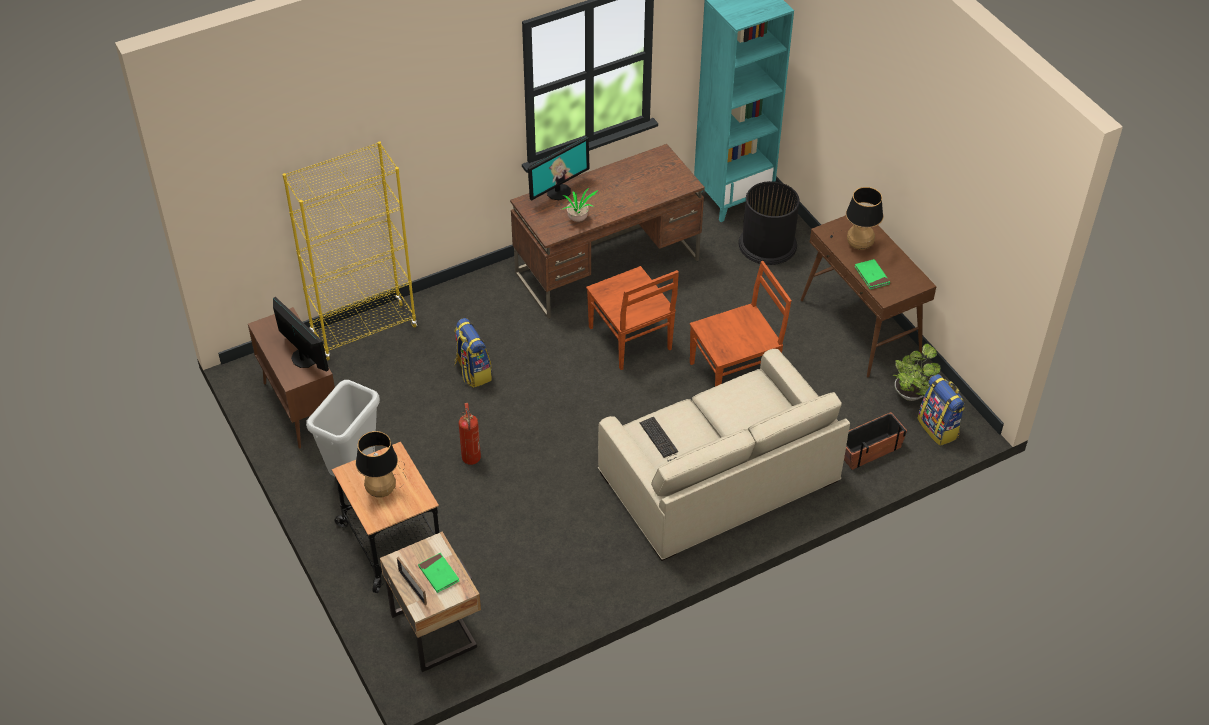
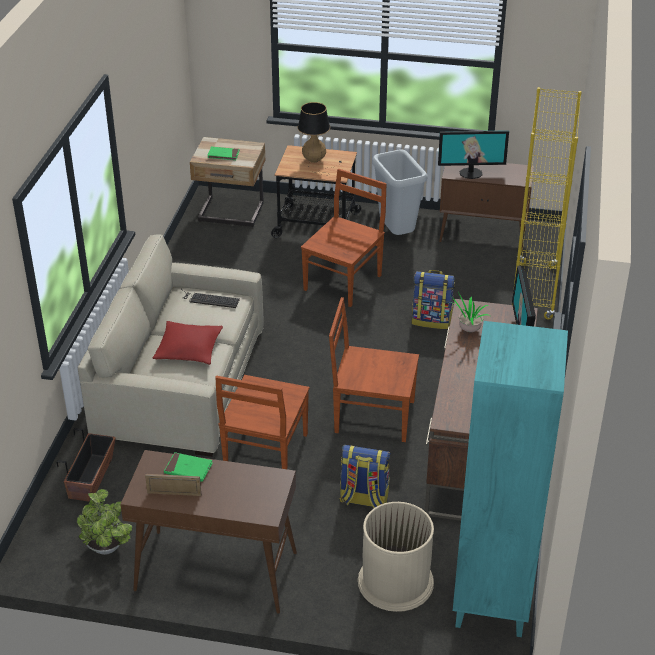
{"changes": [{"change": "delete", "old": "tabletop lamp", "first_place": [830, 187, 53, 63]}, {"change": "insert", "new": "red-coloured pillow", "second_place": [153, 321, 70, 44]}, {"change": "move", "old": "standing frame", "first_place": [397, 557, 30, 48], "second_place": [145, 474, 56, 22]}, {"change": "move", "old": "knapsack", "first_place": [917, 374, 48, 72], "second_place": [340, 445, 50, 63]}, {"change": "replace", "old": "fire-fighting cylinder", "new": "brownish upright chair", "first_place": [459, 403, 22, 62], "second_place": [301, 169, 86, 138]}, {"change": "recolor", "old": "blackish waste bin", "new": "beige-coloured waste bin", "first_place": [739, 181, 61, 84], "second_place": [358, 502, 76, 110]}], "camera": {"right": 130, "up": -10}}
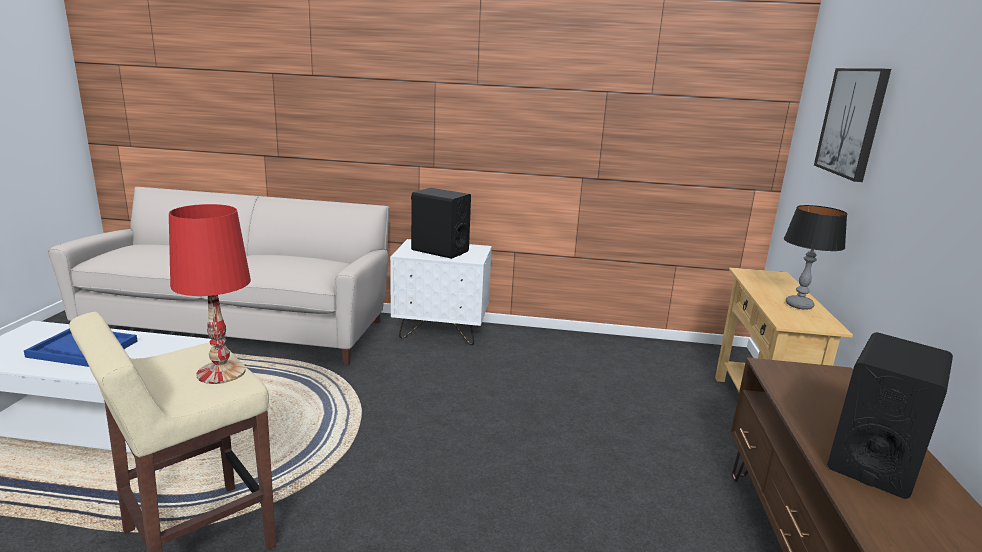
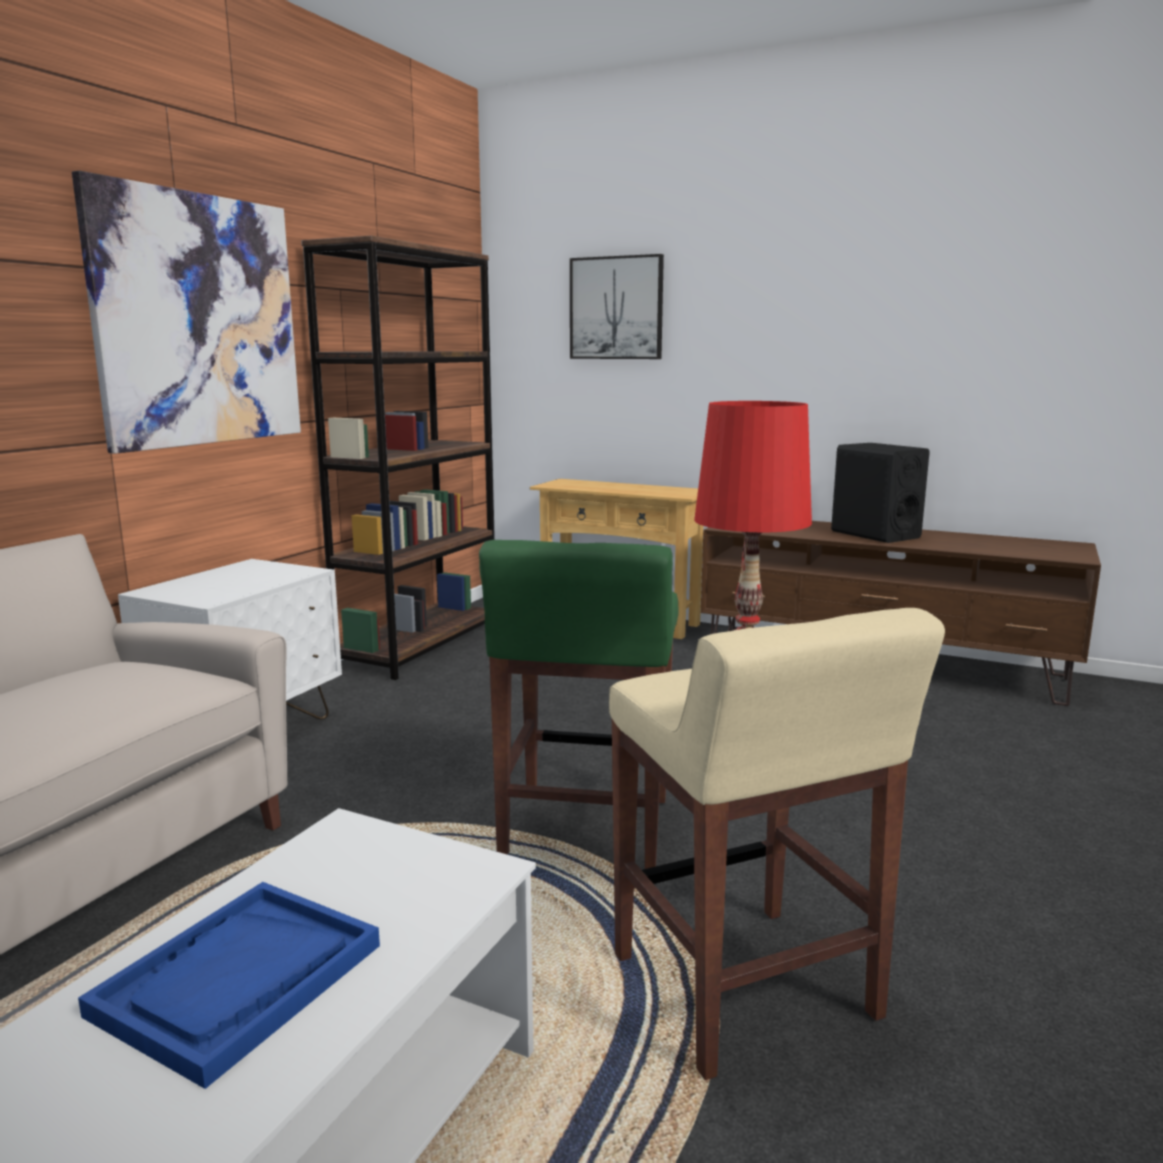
{"changes": [{"change": "delete", "old": "blackish speaker", "first_place": [411, 188, 60, 71]}, {"change": "delete", "old": "tabletop lamp", "first_place": [784, 205, 63, 105]}, {"change": "insert", "new": "wall art", "second_place": [72, 171, 229, 283]}, {"change": "insert", "new": "brownish bookshelf", "second_place": [301, 235, 194, 445]}, {"change": "insert", "new": "greenish stool", "second_place": [479, 540, 200, 329]}], "camera": {"right": -70, "up": -5}}
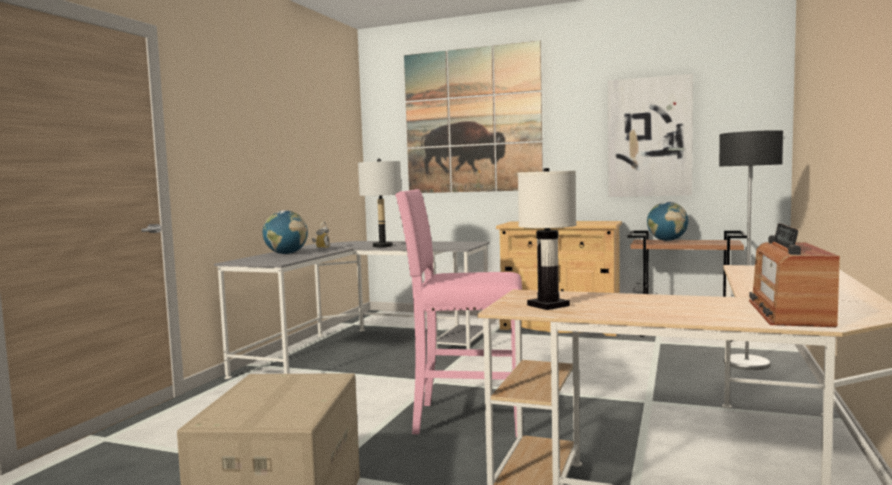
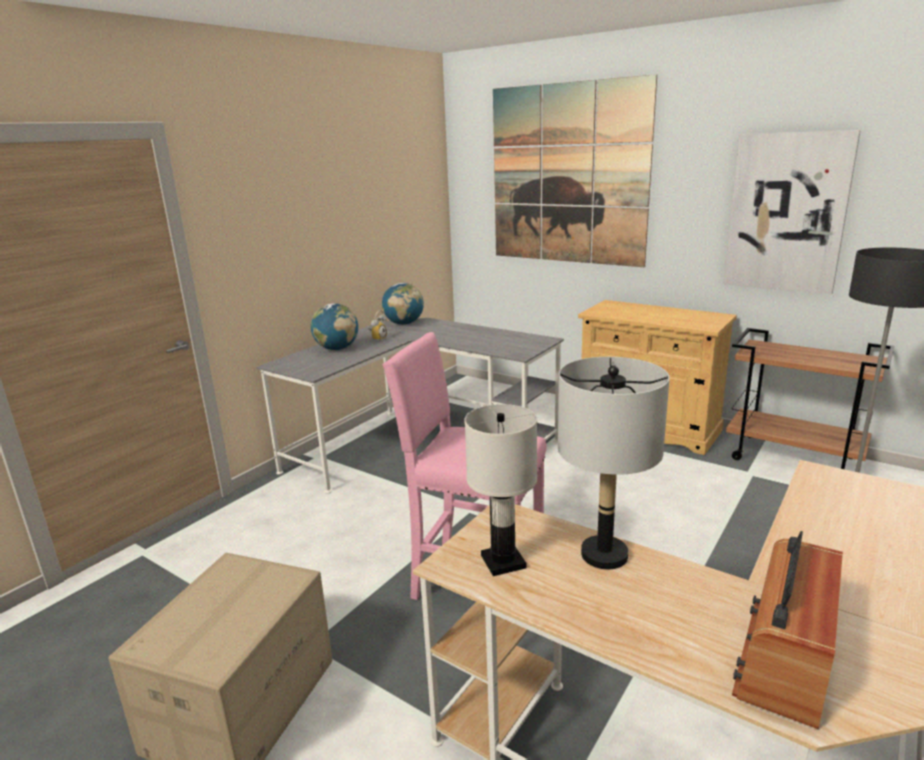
{"changes": [{"change": "move", "old": "gray tabletop lamp", "first_place": [358, 159, 43, 88], "second_place": [558, 357, 112, 212]}, {"change": "move", "old": "globe", "first_place": [647, 202, 42, 39], "second_place": [382, 283, 42, 42]}], "camera": {"right": 15, "up": 15}}
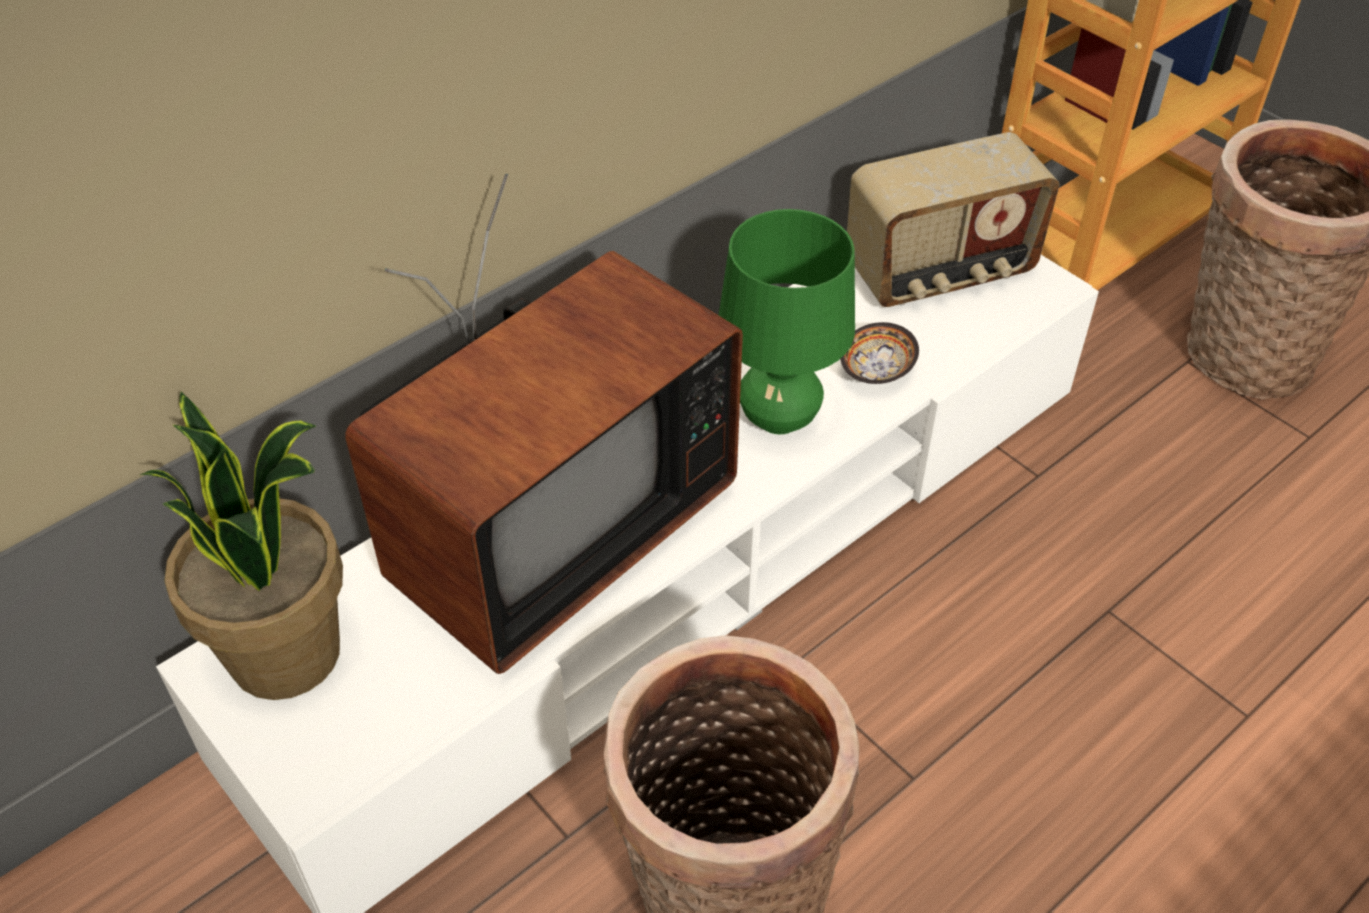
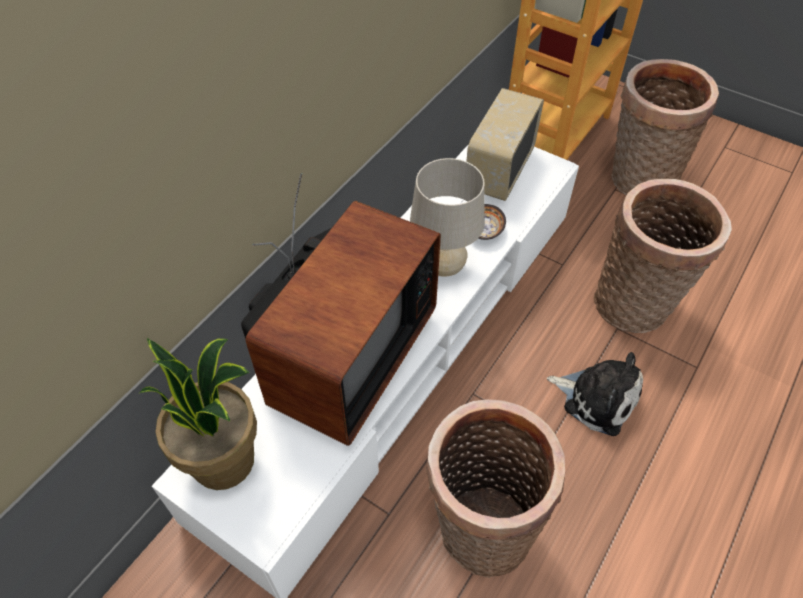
{"changes": [{"change": "insert", "new": "plush toy", "second_place": [547, 352, 96, 84]}, {"change": "insert", "new": "storage basket", "second_place": [594, 179, 138, 154]}, {"change": "recolor", "old": "greenish tabletop lamp", "new": "beige-coloured tabletop lamp", "first_place": [719, 209, 136, 225], "second_place": [410, 158, 75, 119]}, {"change": "rotate", "old": "radio receiver", "first_place": [847, 132, 212, 175], "second_place": [466, 88, 78, 113], "degrees": 150}], "camera": {"right": -15, "up": 5}}
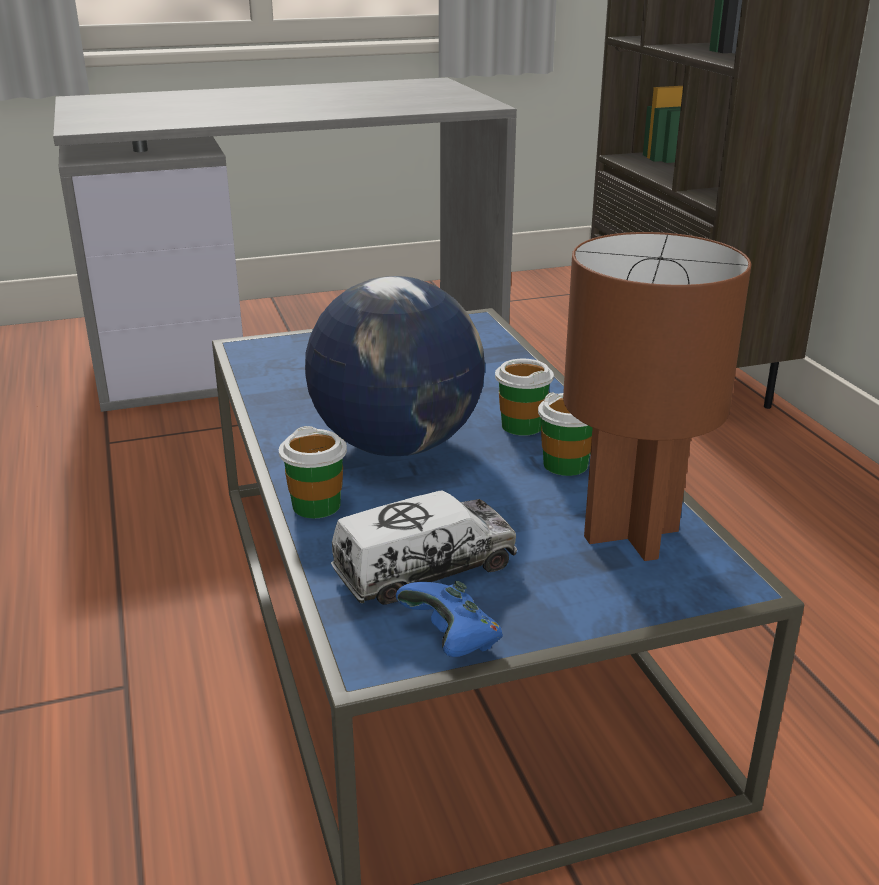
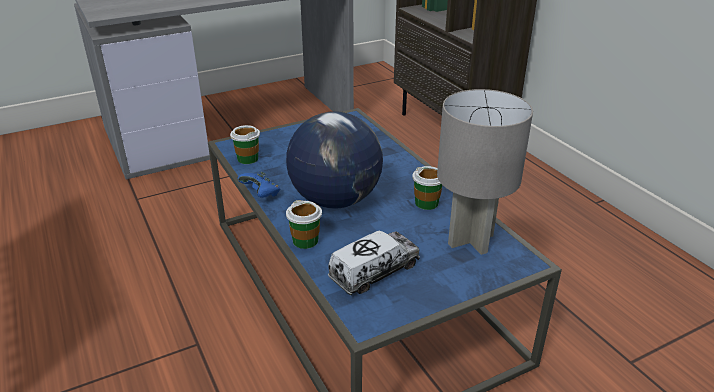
{"changes": [{"change": "move", "old": "bluish gamepad", "first_place": [396, 581, 107, 76], "second_place": [238, 172, 43, 26]}, {"change": "move", "old": "cup", "first_place": [495, 359, 59, 77], "second_place": [230, 125, 30, 39]}, {"change": "recolor", "old": "brownish tabletop lamp", "new": "gray tabletop lamp", "first_place": [563, 232, 189, 329], "second_place": [437, 89, 96, 166]}], "camera": {"right": -10, "up": 5}}
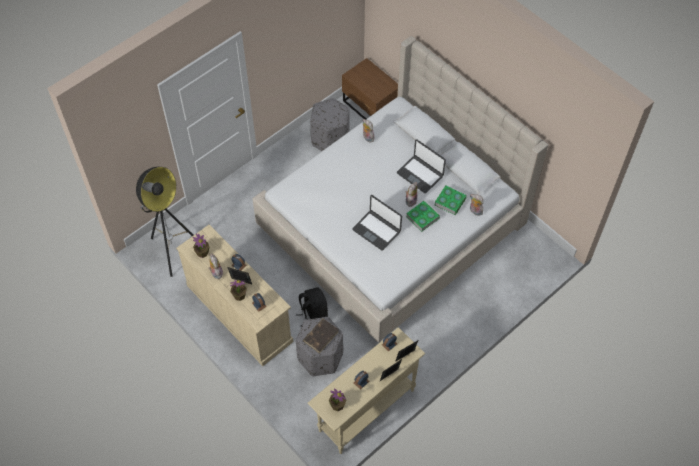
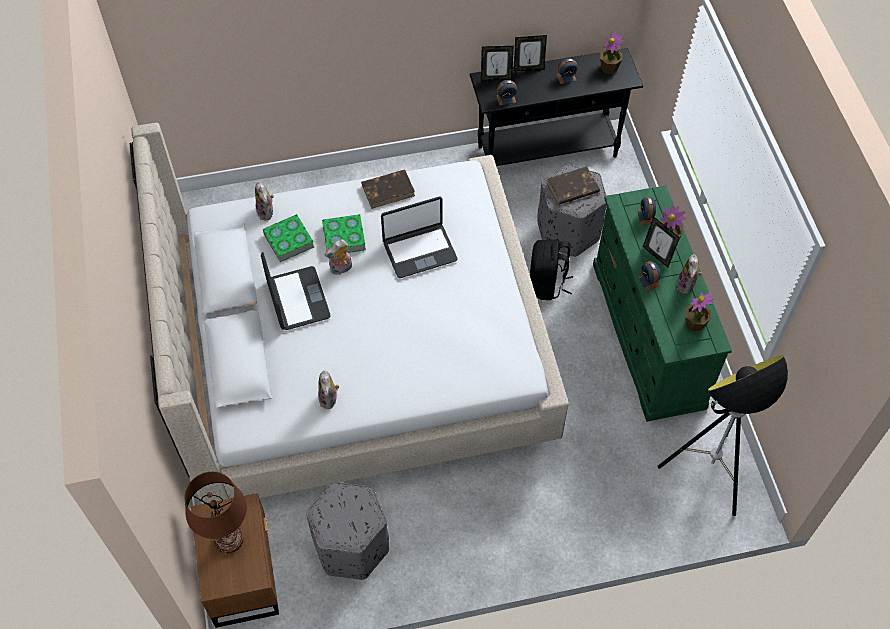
{"changes": [{"change": "insert", "new": "brownish tabletop lamp", "second_place": [184, 472, 63, 82]}, {"change": "insert", "new": "brownish bound book", "second_place": [361, 169, 54, 40]}, {"change": "recolor", "old": "beige-coloured chest of drawers", "new": "greenish chest of drawers", "first_place": [176, 225, 117, 141], "second_place": [593, 185, 139, 237]}, {"change": "recolor", "old": "beige-coloured hall table", "new": "blackish hall table", "first_place": [308, 327, 117, 127], "second_place": [470, 48, 173, 118]}, {"change": "rotate", "old": "notebook computer", "first_place": [352, 195, 50, 56], "second_place": [381, 197, 76, 81], "degrees": 90}], "camera": {"right": -150, "up": 0}}
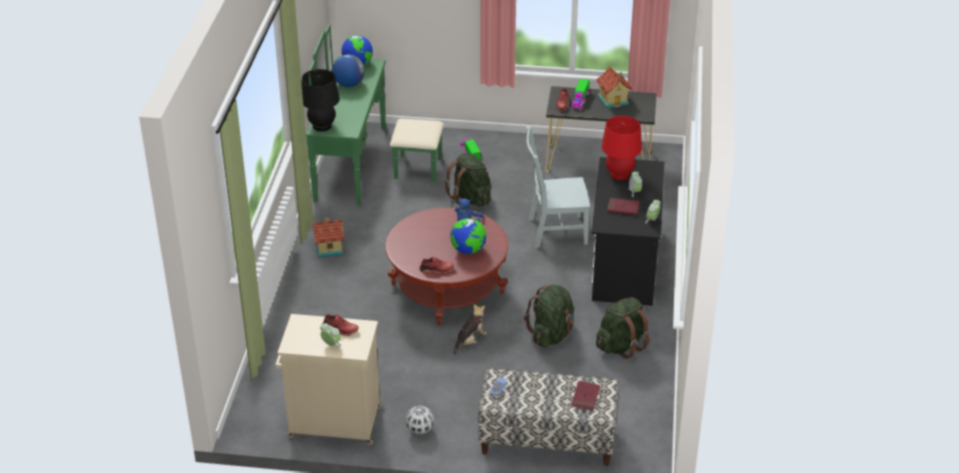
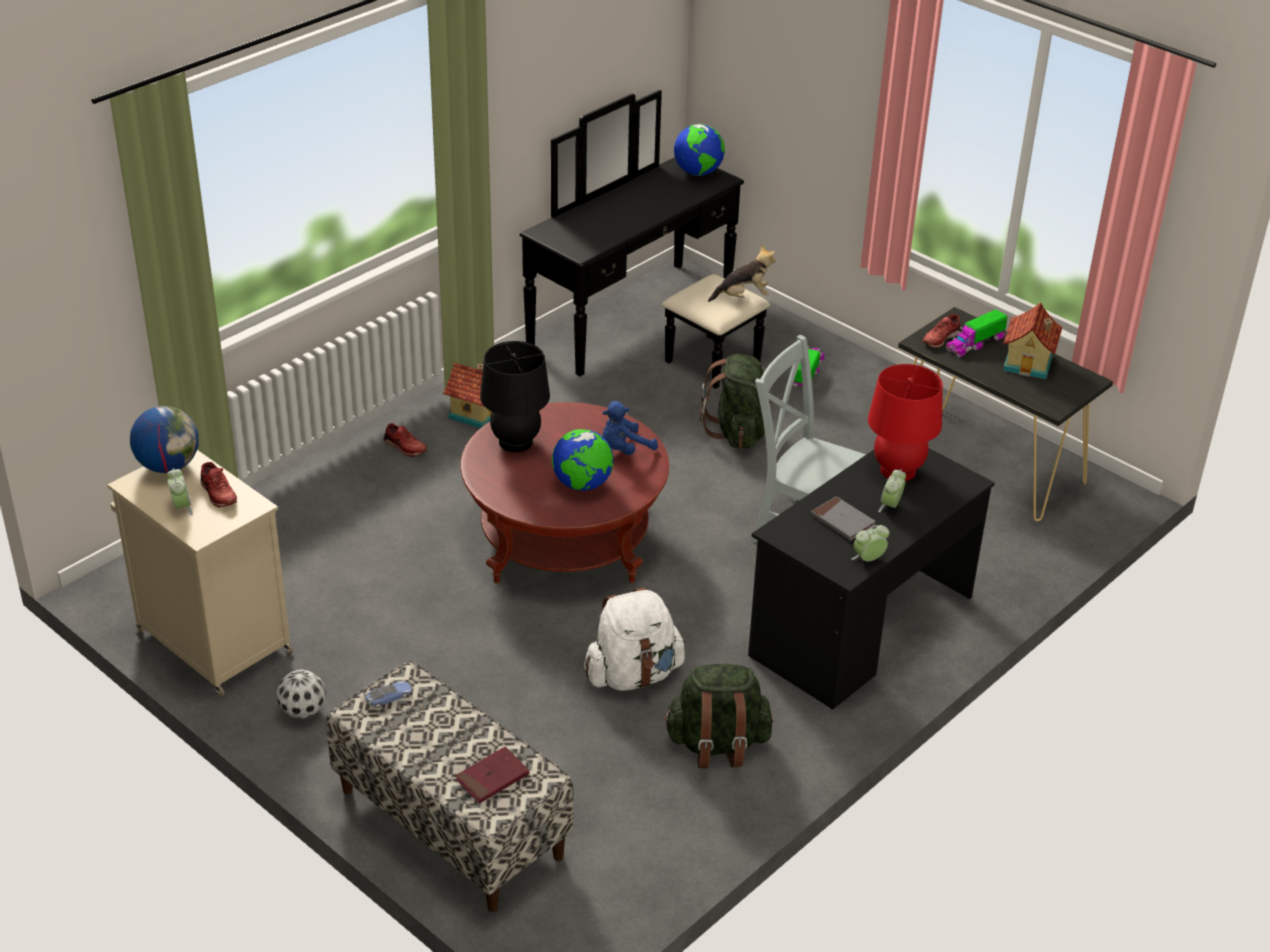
{"changes": [{"change": "move", "old": "blackish tabletop lamp", "first_place": [302, 69, 37, 62], "second_place": [480, 341, 70, 111]}, {"change": "move", "old": "globe", "first_place": [332, 55, 33, 32], "second_place": [130, 406, 69, 67]}, {"change": "move", "old": "red-coloured low shoe", "first_place": [420, 257, 34, 17], "second_place": [384, 423, 43, 34]}, {"change": "move", "old": "plush toy", "first_place": [454, 304, 33, 51], "second_place": [708, 244, 68, 58]}, {"change": "recolor", "old": "greenish chest of drawers", "new": "blackish chest of drawers", "first_place": [306, 24, 138, 182], "second_place": [520, 90, 250, 299]}, {"change": "recolor", "old": "greenish knapsack", "new": "whitish knapsack", "first_place": [524, 285, 50, 62], "second_place": [584, 588, 102, 103]}, {"change": "recolor", "old": "red-coloured bound book", "new": "gray bound book", "first_place": [607, 198, 33, 17], "second_place": [811, 496, 65, 45]}], "camera": {"right": 35, "up": 0}}
